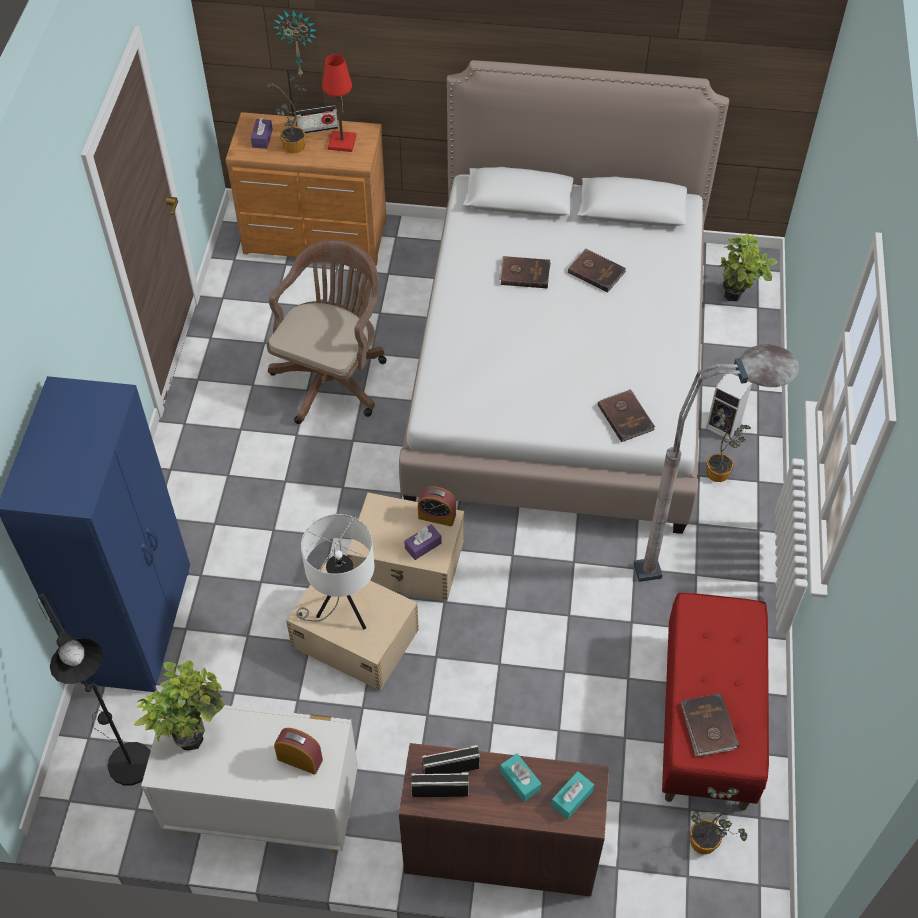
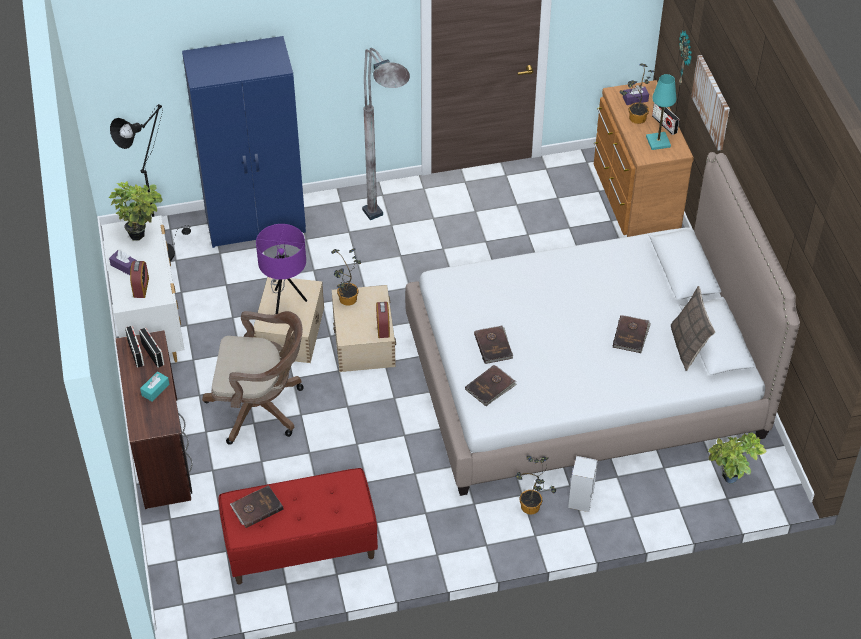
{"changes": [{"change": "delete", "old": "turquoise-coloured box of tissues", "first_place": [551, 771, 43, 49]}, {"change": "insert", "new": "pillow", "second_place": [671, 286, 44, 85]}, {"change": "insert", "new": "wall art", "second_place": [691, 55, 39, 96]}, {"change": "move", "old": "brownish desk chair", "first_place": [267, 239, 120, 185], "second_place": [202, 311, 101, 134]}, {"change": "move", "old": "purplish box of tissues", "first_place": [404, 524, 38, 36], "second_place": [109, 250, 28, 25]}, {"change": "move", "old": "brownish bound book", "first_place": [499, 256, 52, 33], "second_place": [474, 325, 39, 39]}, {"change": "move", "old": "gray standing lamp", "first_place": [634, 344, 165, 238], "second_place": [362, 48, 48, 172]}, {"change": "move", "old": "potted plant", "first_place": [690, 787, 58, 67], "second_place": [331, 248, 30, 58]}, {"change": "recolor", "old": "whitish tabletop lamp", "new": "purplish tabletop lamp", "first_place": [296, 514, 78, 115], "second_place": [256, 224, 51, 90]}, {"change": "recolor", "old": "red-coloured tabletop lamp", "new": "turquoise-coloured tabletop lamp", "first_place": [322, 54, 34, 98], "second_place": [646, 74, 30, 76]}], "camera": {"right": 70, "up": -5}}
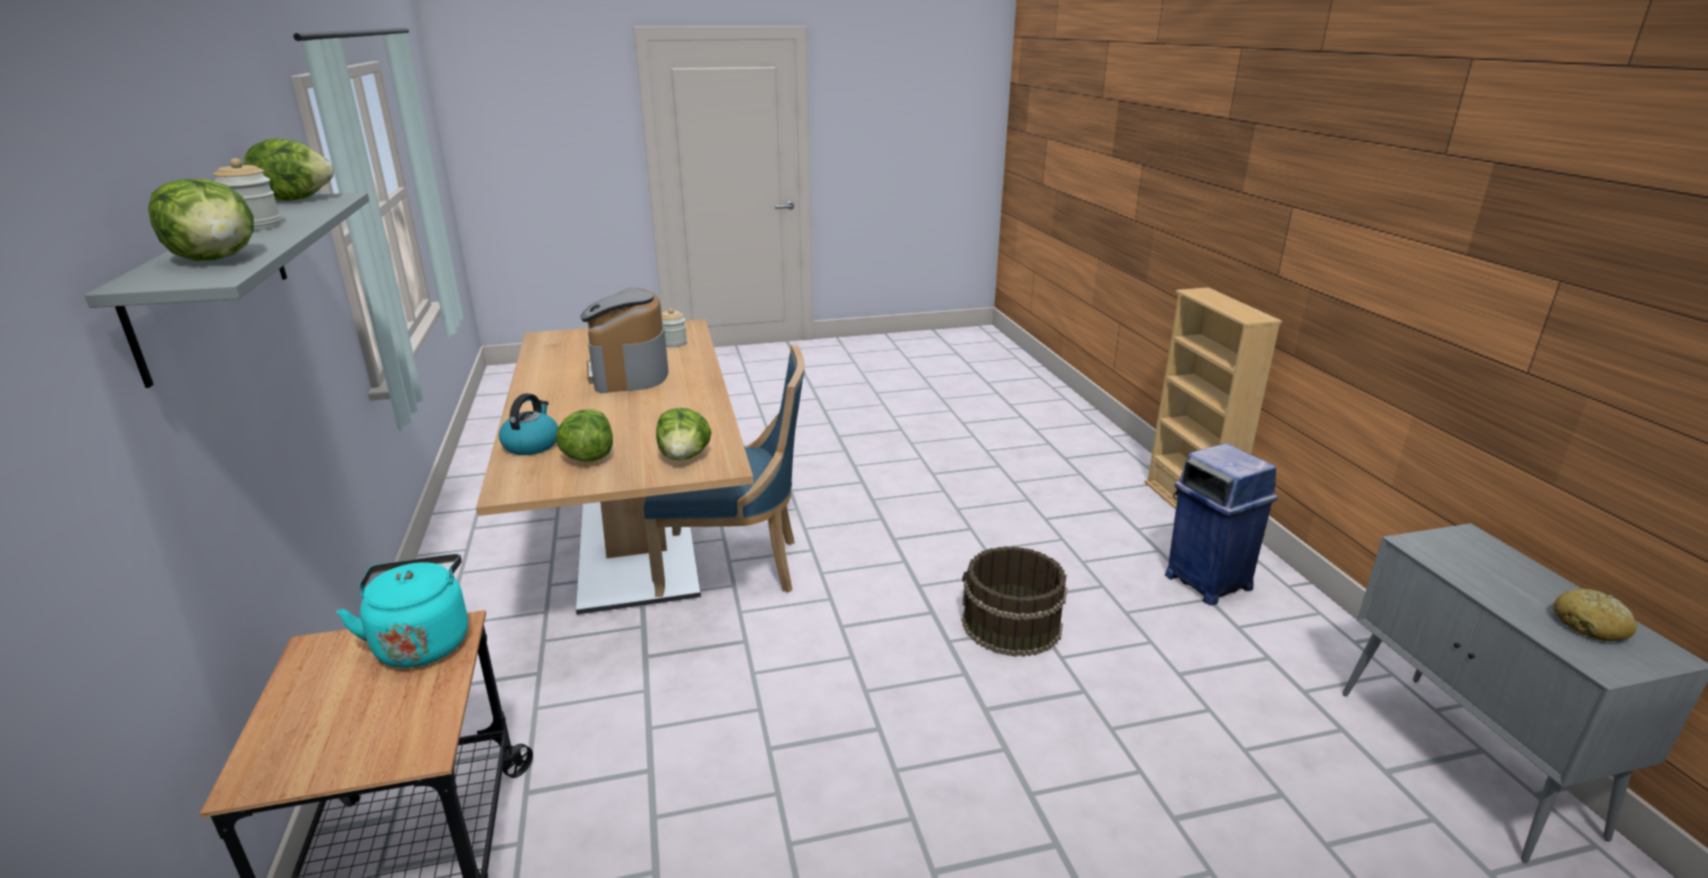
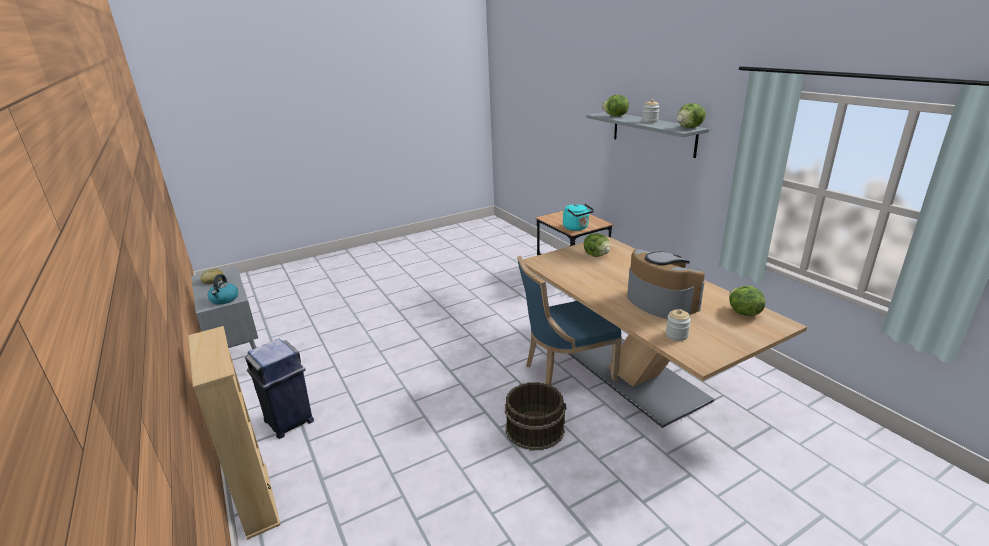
{"changes": [{"change": "move", "old": "water kettle", "first_place": [499, 393, 60, 62], "second_place": [208, 274, 30, 31]}, {"change": "move", "old": "head of lettuce", "first_place": [656, 408, 55, 52], "second_place": [729, 286, 36, 30]}, {"change": "move", "old": "brownish water bucket", "first_place": [961, 546, 107, 111], "second_place": [505, 382, 61, 68]}], "camera": {"right": 165, "up": 0}}
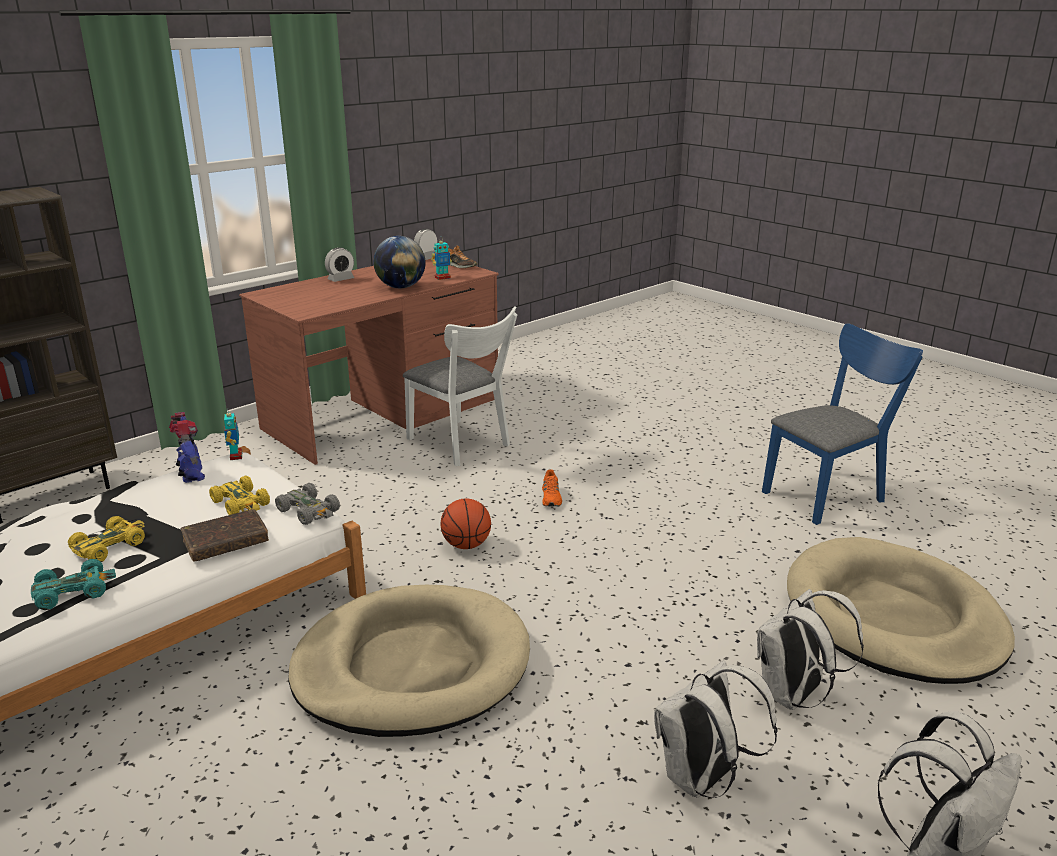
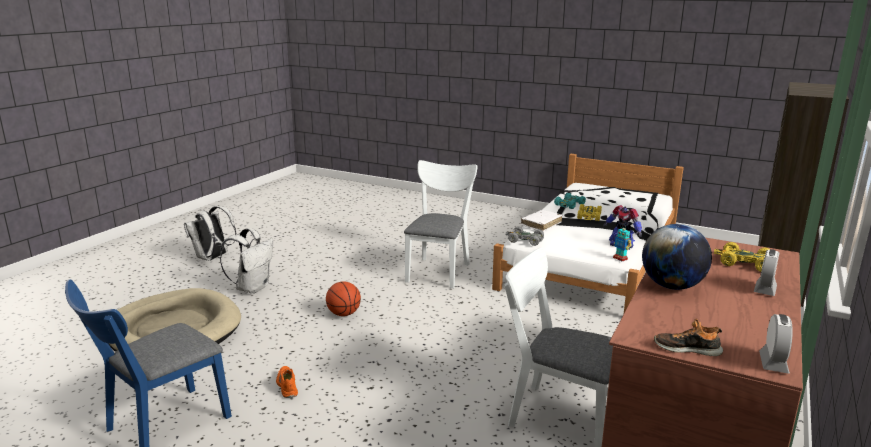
{"changes": [{"change": "delete", "old": "toy robot", "first_place": [431, 237, 21, 43]}, {"change": "delete", "old": "whitish knapsack", "first_place": [654, 660, 124, 138]}, {"change": "move", "old": "yellow model car", "first_place": [209, 476, 61, 39], "second_place": [714, 242, 56, 30]}, {"change": "move", "old": "basketball", "first_place": [440, 498, 51, 51], "second_place": [326, 281, 35, 35]}, {"change": "move", "old": "orange low shoe", "first_place": [542, 470, 20, 36], "second_place": [276, 366, 22, 32]}, {"change": "replace", "old": "beige-coloured dog cushion", "new": "whitish upright chair", "first_place": [289, 585, 241, 152], "second_place": [404, 160, 73, 129]}, {"change": "recolor", "old": "brownish bound book", "new": "whitish bound book", "first_place": [181, 509, 88, 52], "second_place": [521, 210, 42, 21]}], "camera": {"right": 160, "up": -5}}
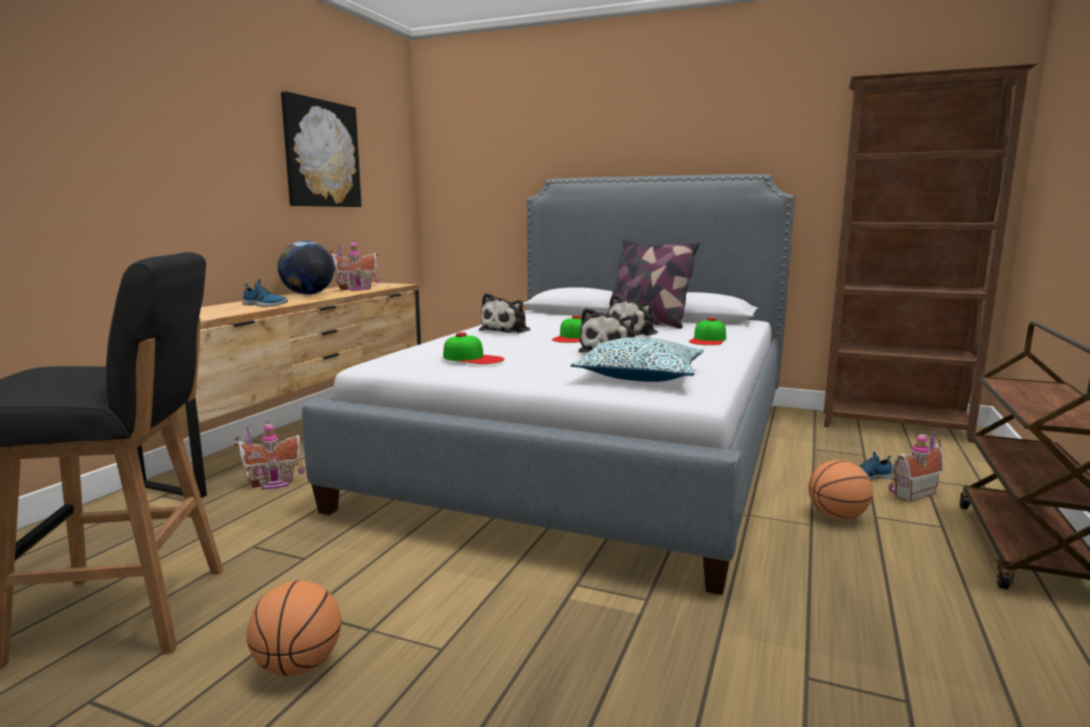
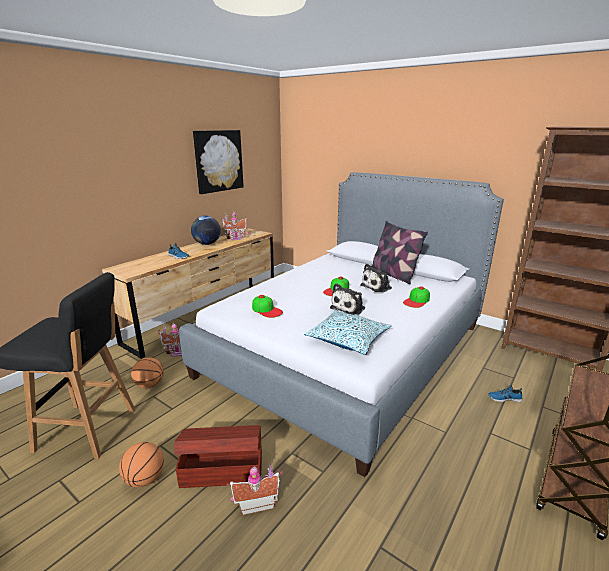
{"changes": [{"change": "delete", "old": "plush toy", "first_place": [479, 293, 51, 40]}, {"change": "insert", "new": "brownish storage box", "second_place": [174, 425, 88, 63]}, {"change": "move", "old": "basketball", "first_place": [808, 460, 65, 59], "second_place": [131, 357, 33, 31]}, {"change": "move", "old": "toy house", "first_place": [889, 430, 54, 72], "second_place": [226, 464, 57, 52]}], "camera": {"right": 15, "up": 10}}
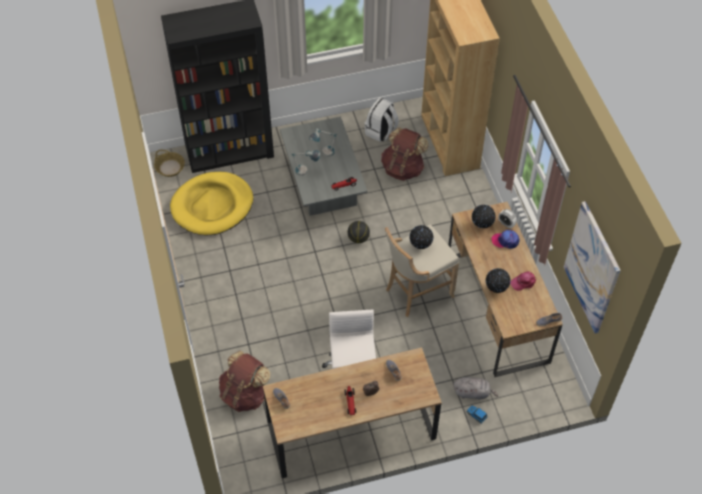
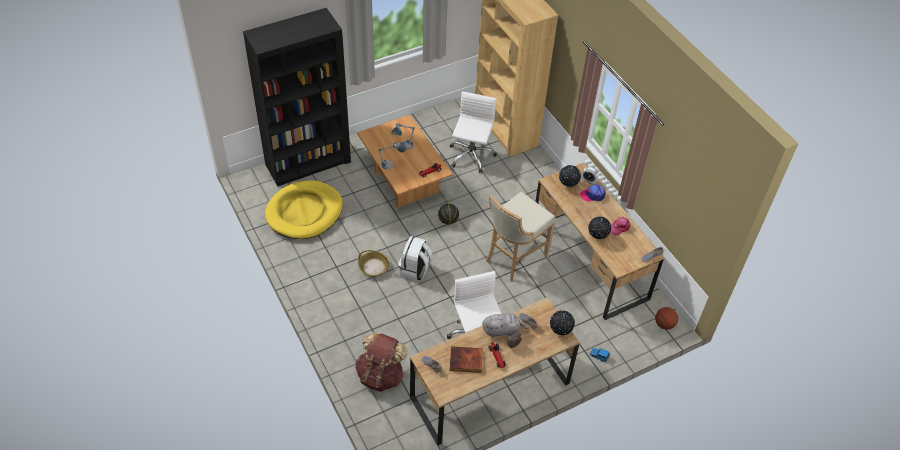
{"changes": [{"change": "delete", "old": "wall art", "first_place": [564, 201, 57, 132]}, {"change": "insert", "new": "bound book", "second_place": [450, 346, 32, 27]}, {"change": "insert", "new": "basketball", "second_place": [655, 307, 23, 23]}, {"change": "move", "old": "storage basket", "first_place": [154, 149, 31, 28], "second_place": [358, 250, 32, 27]}, {"change": "move", "old": "whitish knapsack", "first_place": [364, 98, 35, 44], "second_place": [398, 236, 35, 45]}, {"change": "move", "old": "globe", "first_place": [409, 225, 24, 24], "second_place": [550, 310, 25, 25]}, {"change": "move", "old": "gray plush toy", "first_place": [453, 377, 45, 23], "second_place": [482, 313, 47, 24]}, {"change": "replace", "old": "brownish knapsack", "new": "whitish desk chair", "first_place": [381, 128, 48, 53], "second_place": [450, 91, 47, 82]}, {"change": "recolor", "old": "gray lounge table", "new": "brownish lounge table", "first_place": [280, 117, 88, 99], "second_place": [357, 115, 96, 93]}], "camera": {"right": -15, "up": -5}}
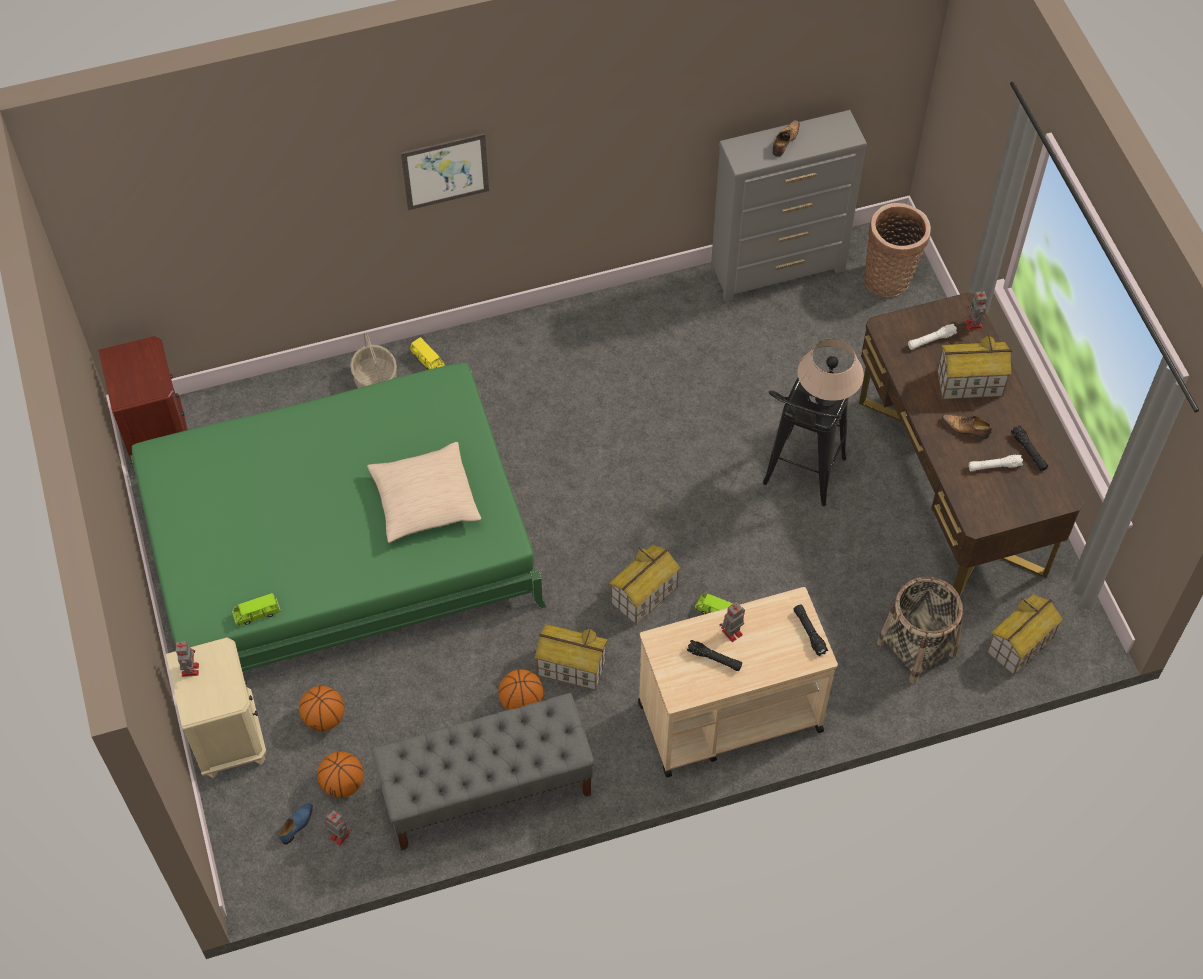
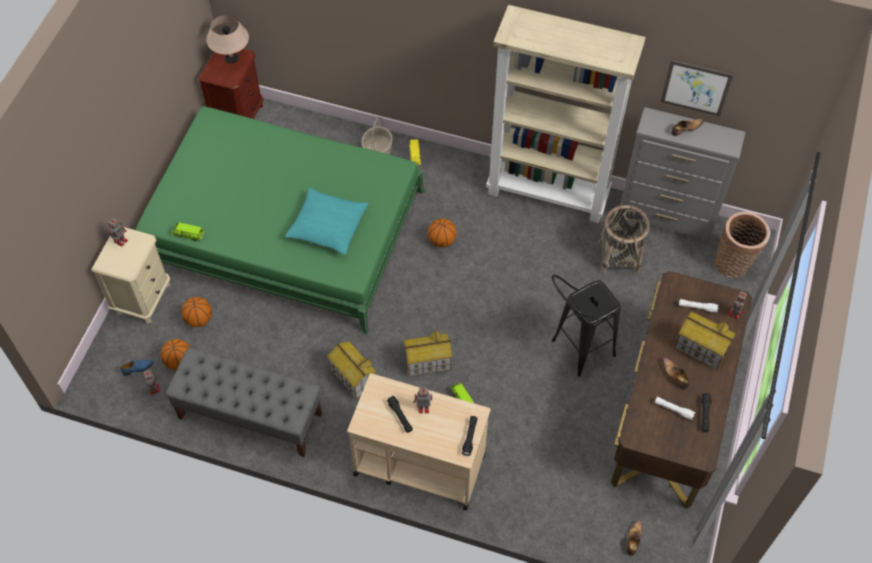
{"changes": [{"change": "insert", "new": "beige-coloured bookshelf", "second_place": [486, 5, 160, 218]}, {"change": "move", "old": "wall art", "first_place": [401, 133, 88, 77], "second_place": [660, 60, 73, 57]}, {"change": "move", "old": "basketball", "first_place": [498, 669, 46, 41], "second_place": [428, 218, 29, 30]}, {"change": "move", "old": "beige-coloured tabletop lamp", "first_place": [798, 339, 66, 68], "second_place": [206, 15, 43, 48]}, {"change": "move", "old": "storage basket", "first_place": [877, 577, 87, 107], "second_place": [599, 205, 50, 68]}, {"change": "replace", "old": "toy house", "new": "low shoe", "first_place": [986, 594, 77, 82], "second_place": [627, 520, 15, 36]}, {"change": "recolor", "old": "beige-coloured pillow", "new": "turquoise-coloured pillow", "first_place": [367, 442, 114, 101], "second_place": [285, 187, 84, 68]}], "camera": {"right": 35, "up": 0}}
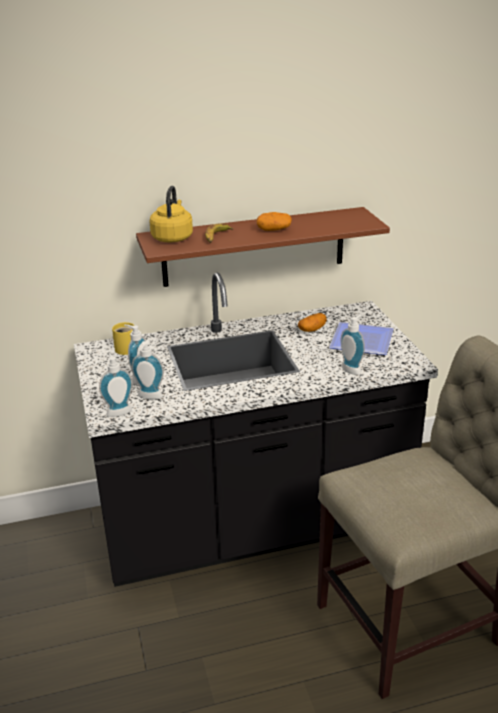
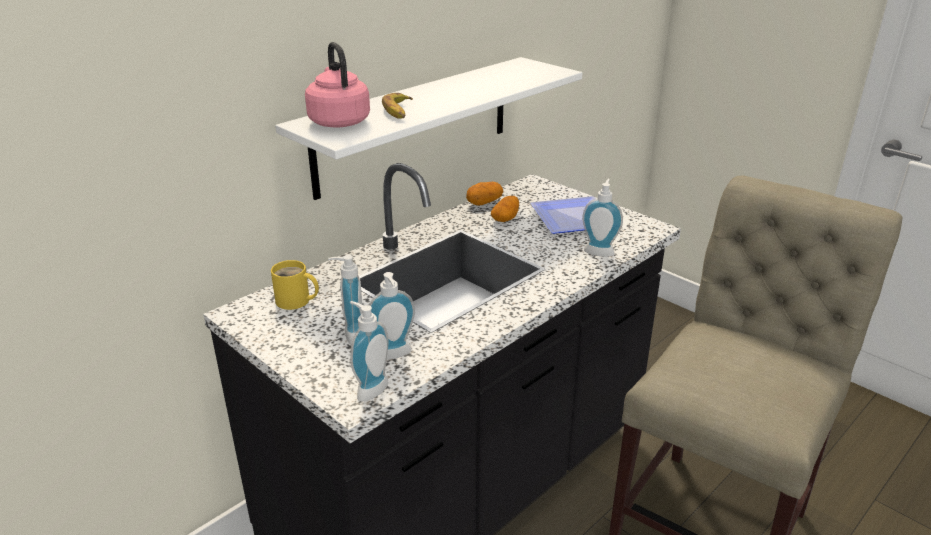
{"changes": [{"change": "move", "old": "spud", "first_place": [256, 212, 36, 19], "second_place": [466, 182, 37, 24]}, {"change": "recolor", "old": "brownish shelf", "new": "whitish shelf", "first_place": [136, 207, 254, 80], "second_place": [275, 57, 308, 143]}, {"change": "recolor", "old": "yellow water kettle", "new": "pink-coloured water kettle", "first_place": [149, 186, 44, 56], "second_place": [305, 42, 65, 85]}], "camera": {"right": -30, "up": 0}}
